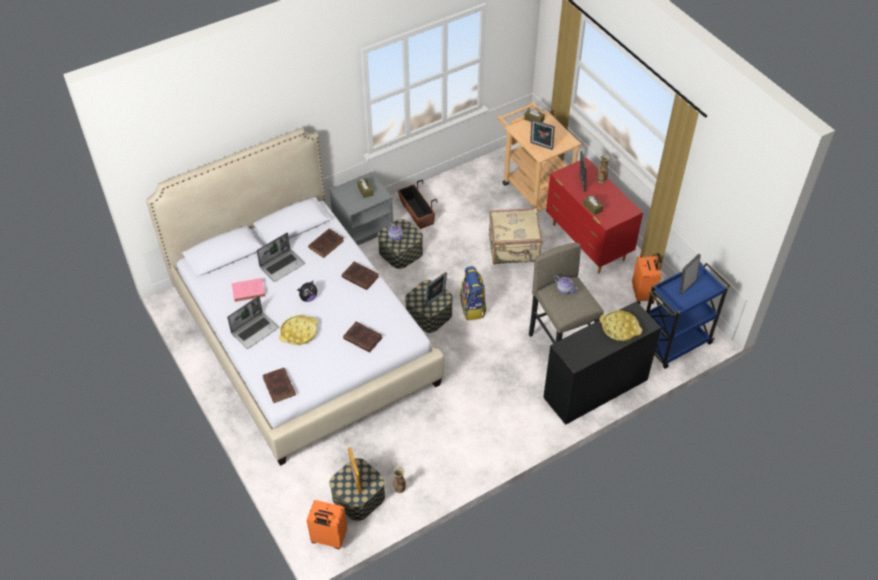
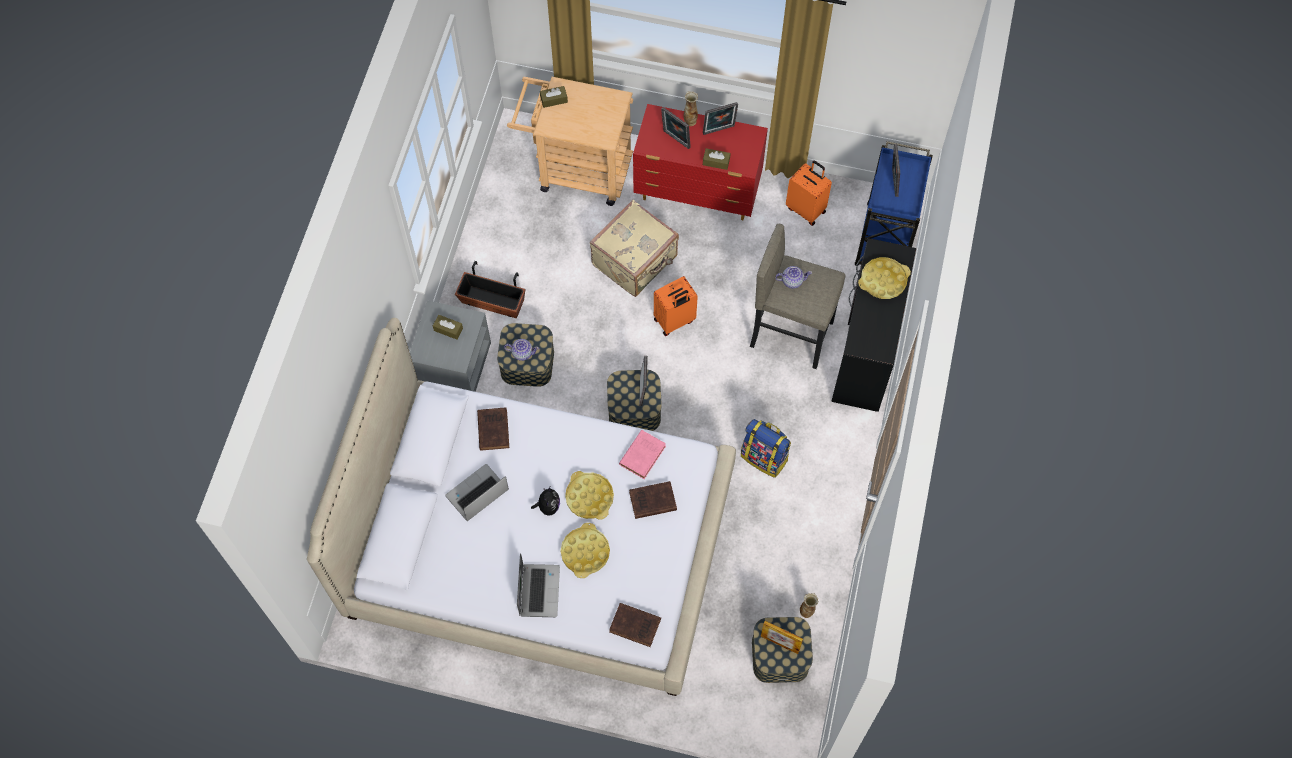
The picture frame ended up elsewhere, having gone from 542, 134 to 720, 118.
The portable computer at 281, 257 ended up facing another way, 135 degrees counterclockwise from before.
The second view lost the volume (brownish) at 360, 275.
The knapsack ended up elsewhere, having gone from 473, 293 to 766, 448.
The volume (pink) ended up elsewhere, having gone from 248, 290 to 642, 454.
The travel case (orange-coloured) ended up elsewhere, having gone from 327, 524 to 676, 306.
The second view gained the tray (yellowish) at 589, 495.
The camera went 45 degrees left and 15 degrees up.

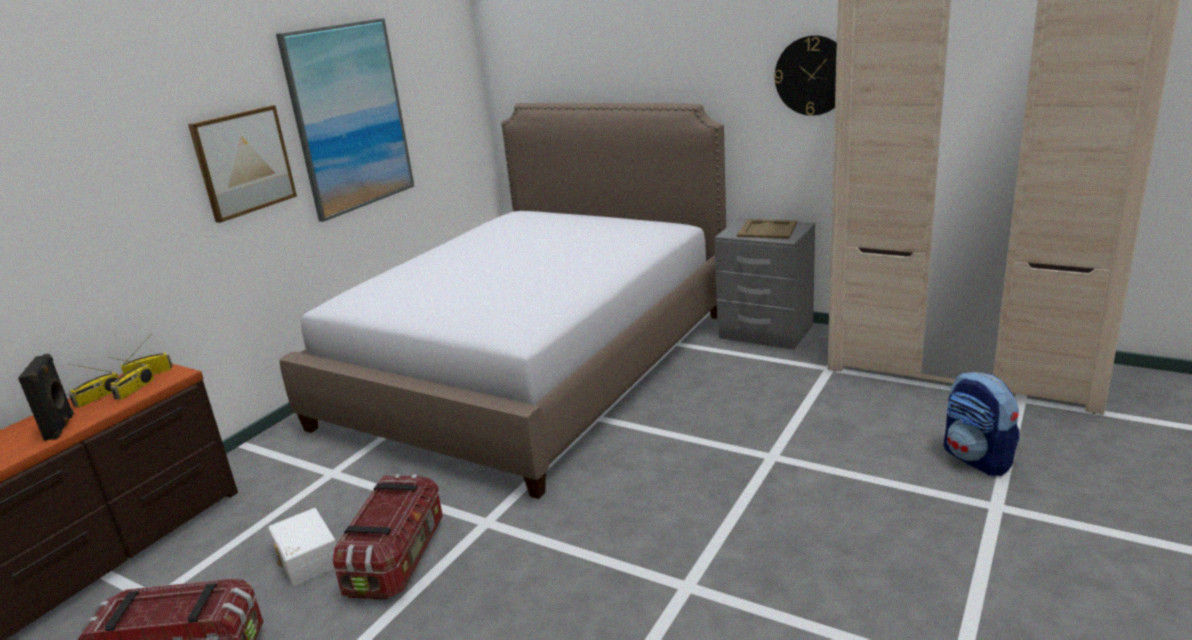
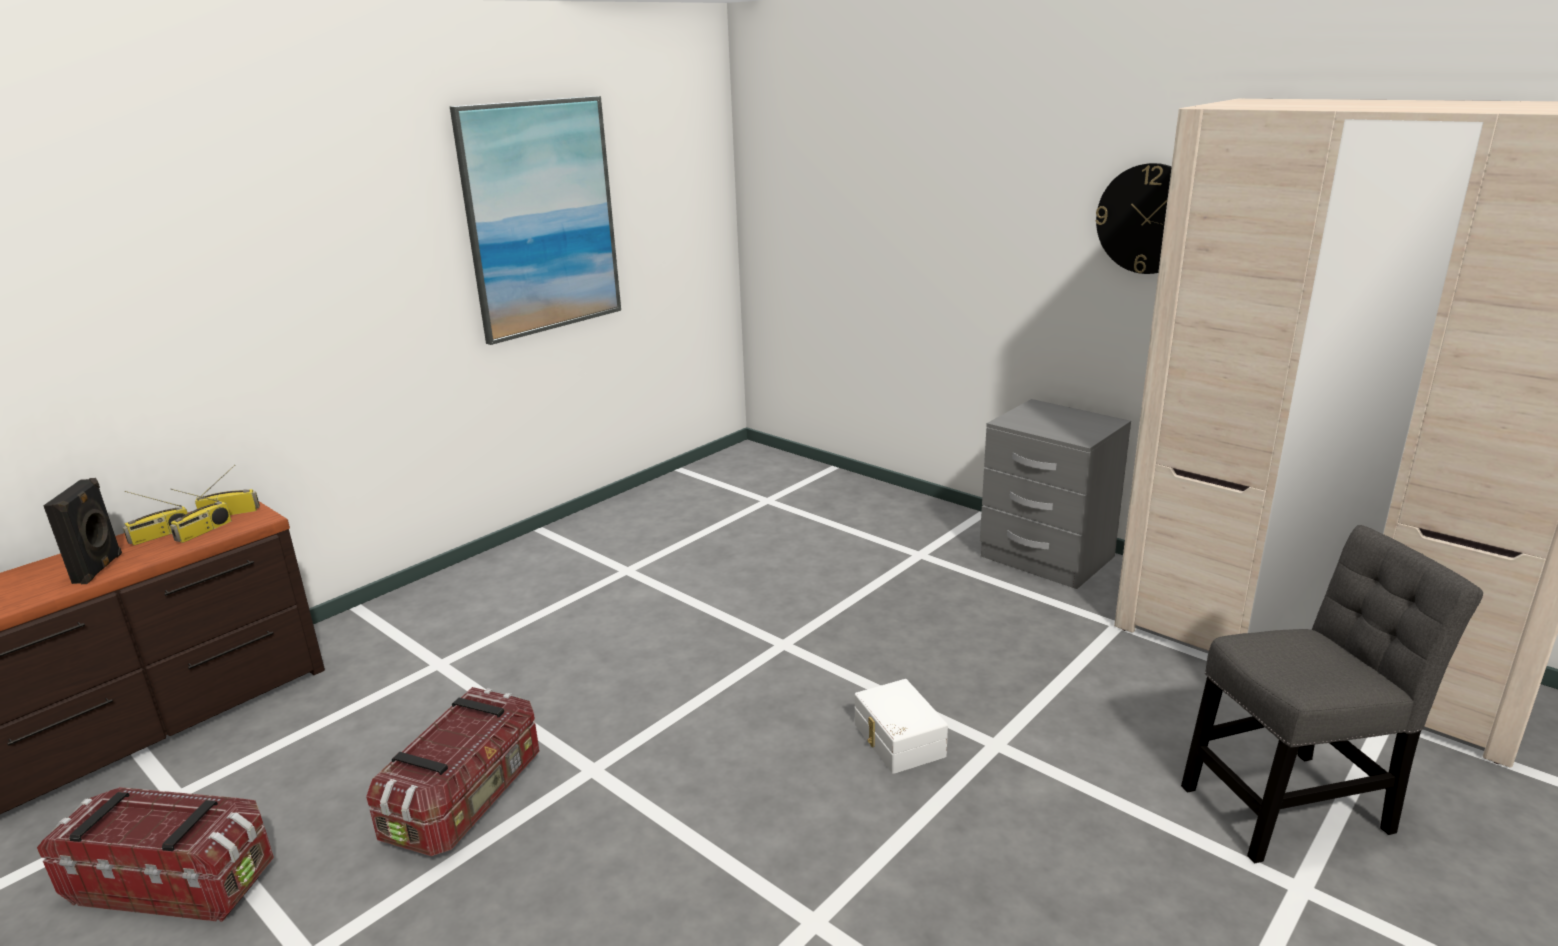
The second view lost the bedroom bed at 502, 301.
The second view lost the picture at 242, 164.
The second view lost the tray (beige-coloured) at 767, 229.
Where the knapsack stood at 982, 424, the chair (greyish) came to stand at 1332, 694.
The storage container (white) ended up elsewhere, having gone from 302, 547 to 901, 726.
The camera went 10 degrees right and 0 degrees up.

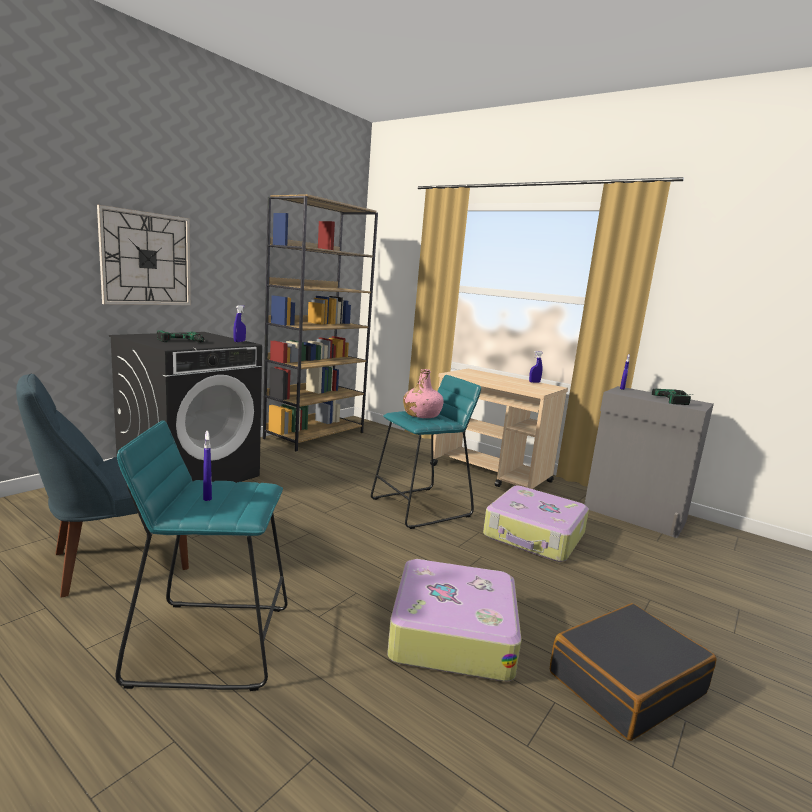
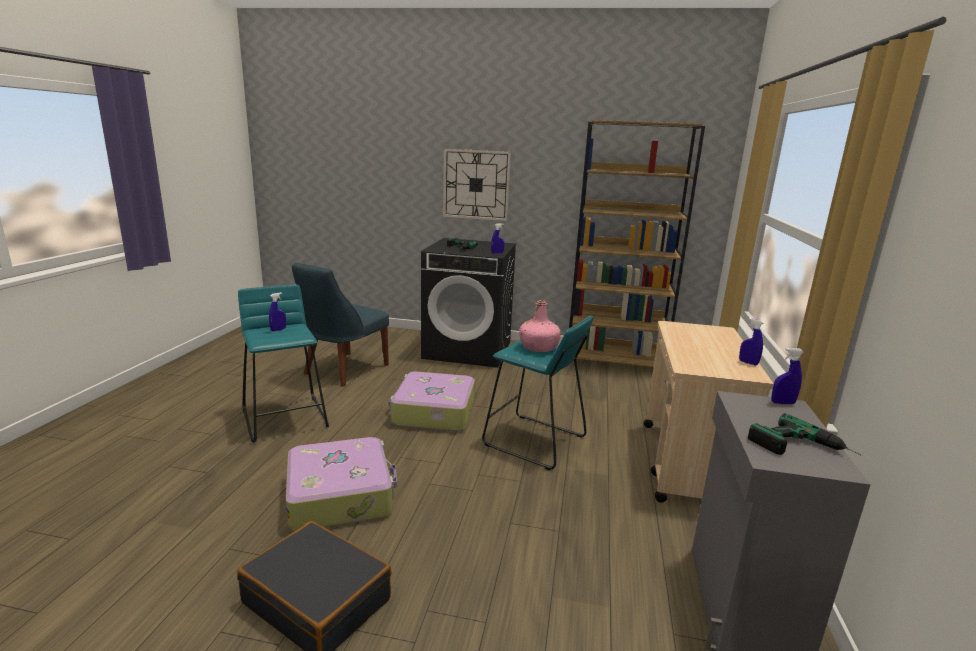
The chair (blue-coloured) at 102, 485 ended up facing another way, 90 degrees counterclockwise from before.
The travel case ended up elsewhere, having gone from 536, 524 to 432, 401.
The camera went 65 degrees right and 5 degrees up.

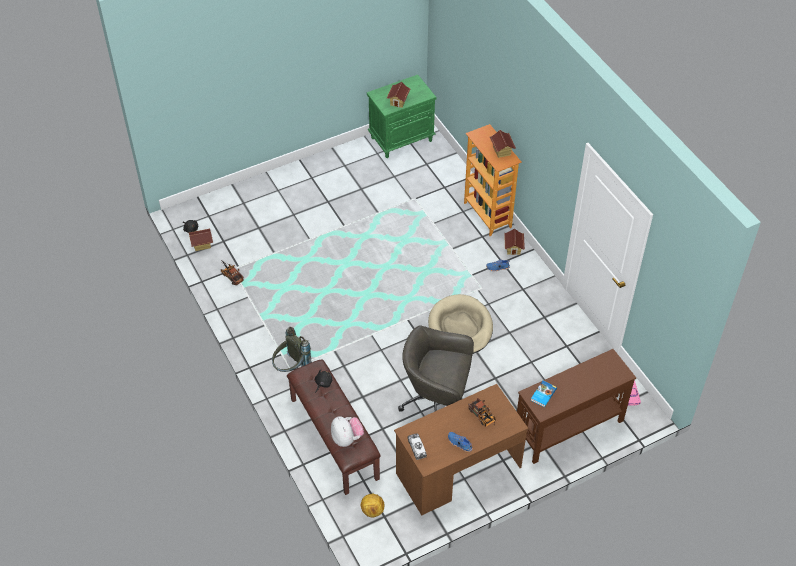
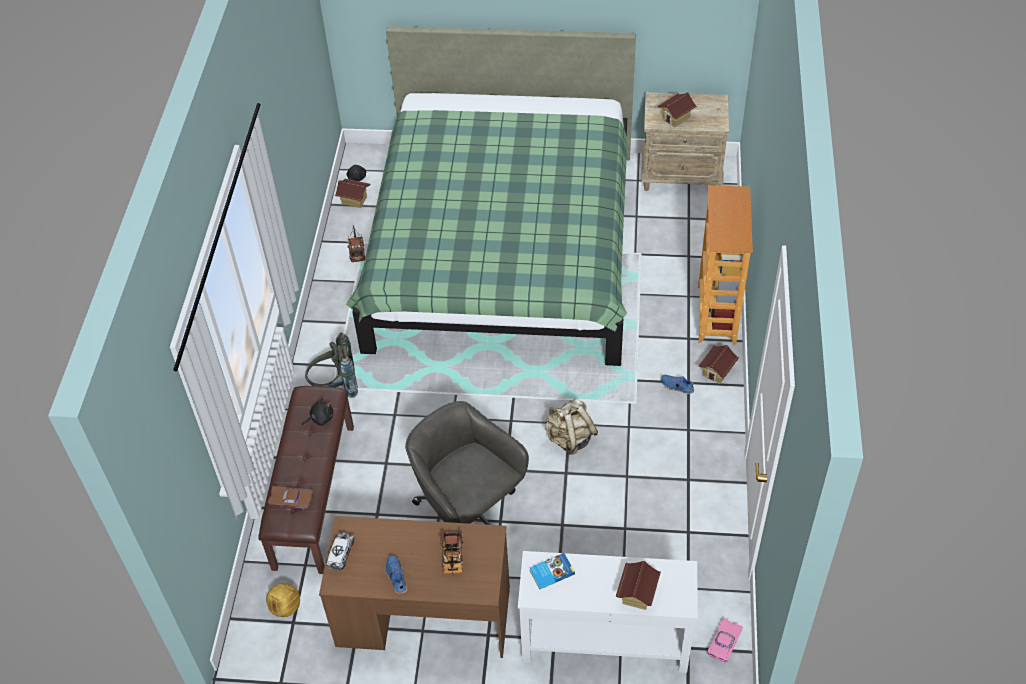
What was the night table (green) at 401, 116 turned into the night table (beige-coloured) at 685, 141.
The model house ended up elsewhere, having gone from 503, 144 to 638, 585.
Where the pet bed (beige-coloured) stood at 460, 324, the knapsack (beige-coloured) came to stand at 571, 426.
What was the narrow table (brownish) at 576, 406 turned into the narrow table (white) at 608, 612.
Where the plush toy stood at 347, 431, the model car (brownish) came to stand at 290, 498.
The second view gained the bedroom bed (green) at 491, 196.
The camera went 35 degrees right and 0 degrees up.

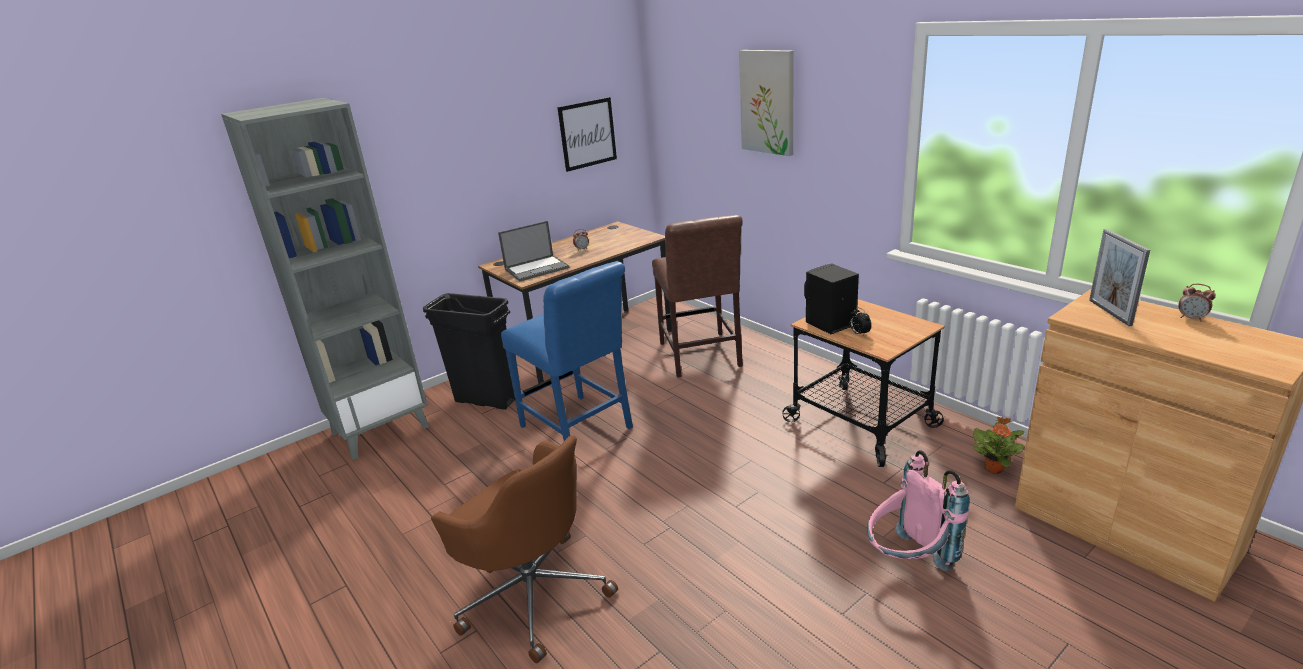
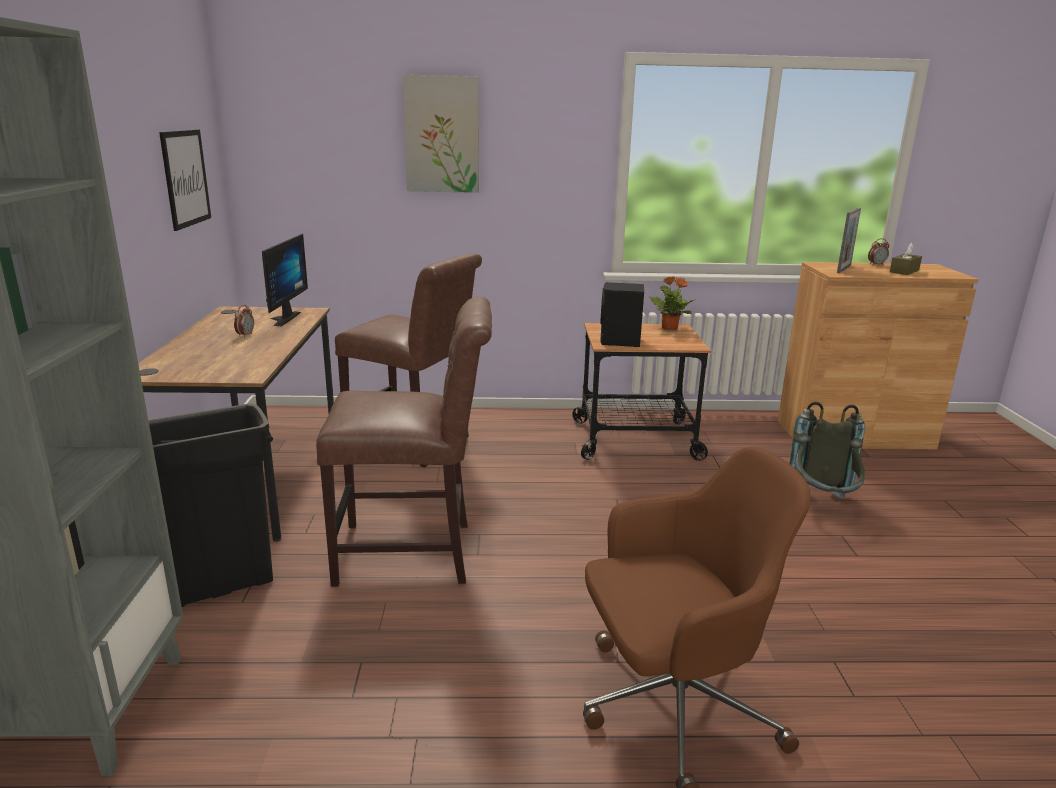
The second view lost the portable computer at 534, 251.
The picture frame at 1119, 277 ended up facing another way, 90 degrees counterclockwise from before.
What was the chair (blue-coloured) at 567, 351 turned into the chair (brownish) at 404, 442.
The second view lost the alarm clock at 860, 321.
The houseplant ended up elsewhere, having gone from 999, 445 to 672, 303.
What was the knapsack (pink) at 918, 510 turned into the knapsack (greyish) at 827, 450.
The second view gained the computer display at 285, 280.
The second view gained the tissue holder (brownish) at 906, 259.
The camera went 55 degrees left and 5 degrees down.

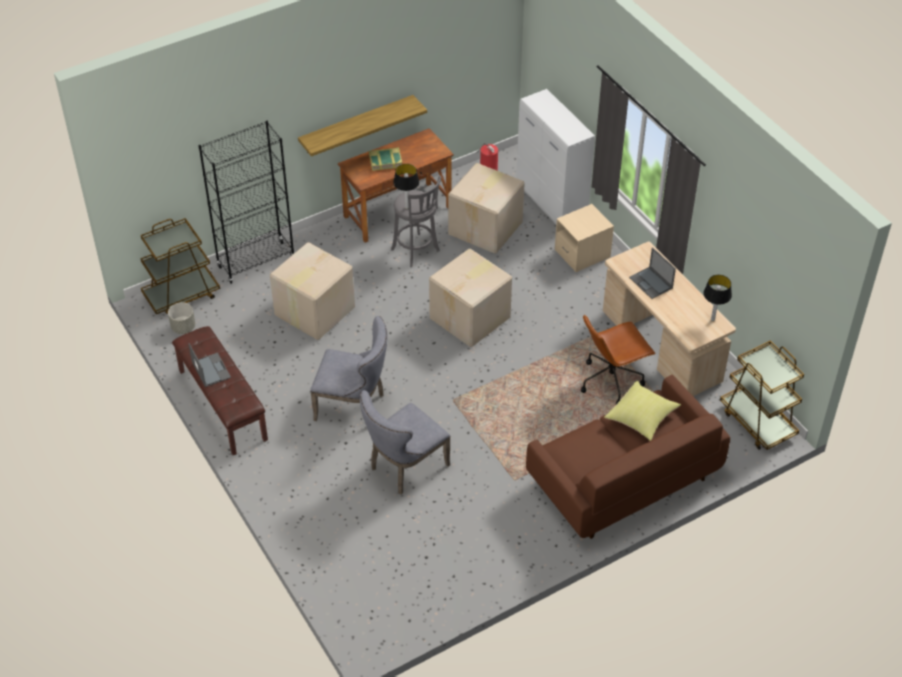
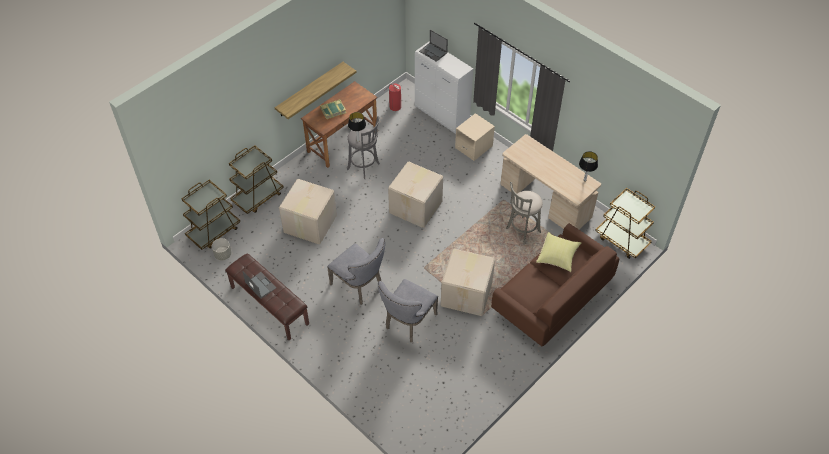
Where the shelving unit (black-coloured) stood at 246, 202, the wheeled cart (brownish) came to stand at 256, 180.
The carton ended up elsewhere, having gone from 486, 208 to 468, 282.
The portable computer ended up elsewhere, having gone from 652, 273 to 433, 45.
Where the office chair (brownish) stood at 618, 360, the stool (greyish) came to stand at 524, 213.
The chair (greyish) at 349, 368 ended up facing another way, 45 degrees clockwise from before.
The camera went 15 degrees left and 5 degrees up.

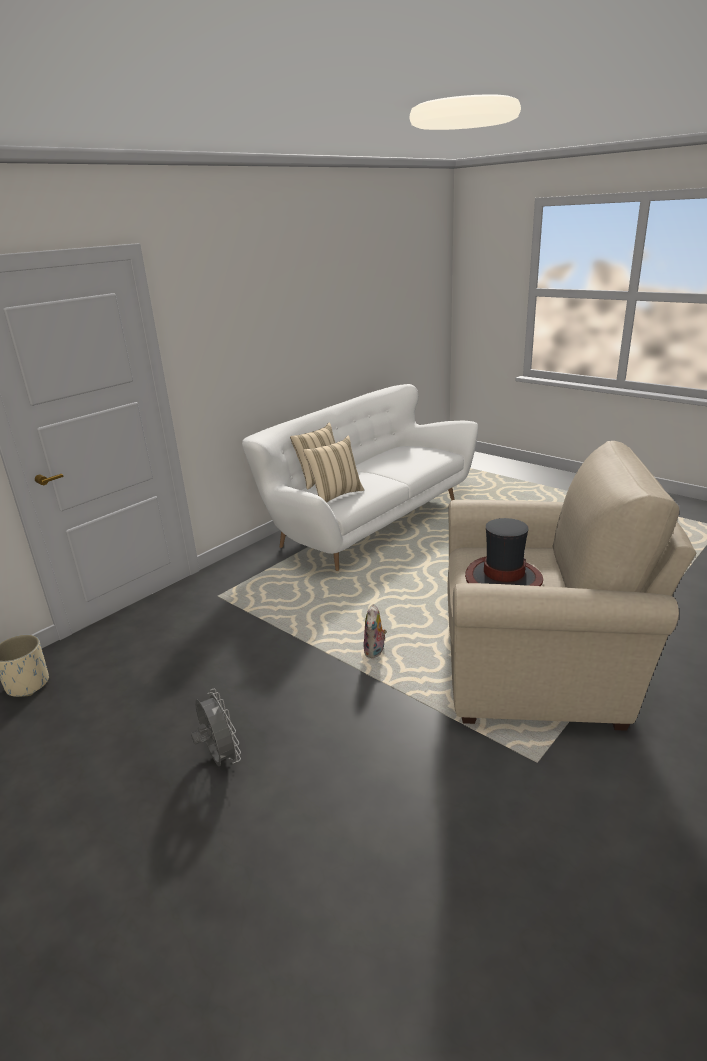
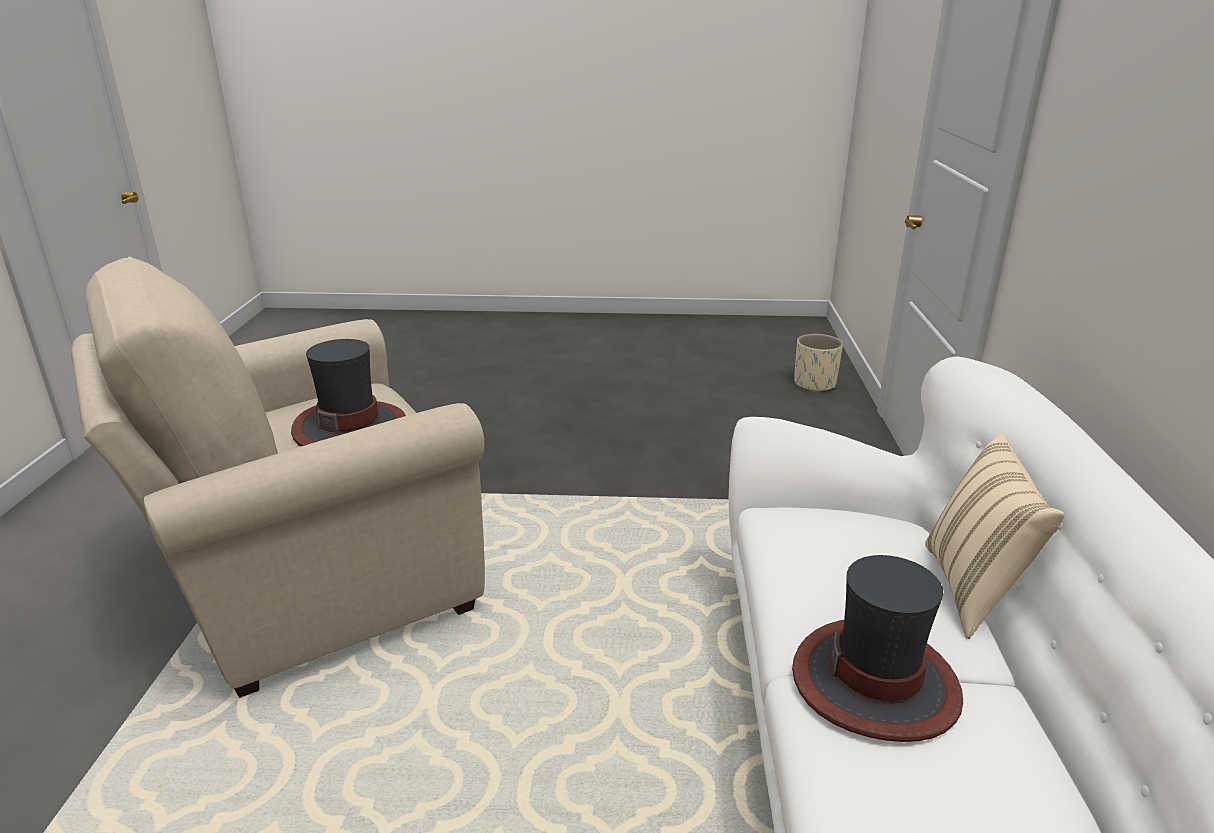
The second view lost the pillow (beige-coloured) at 333, 469.
The second view lost the plush toy at 375, 631.
The second view lost the cooling fan (greyish) at 216, 727.
The second view gained the clothing hat at 877, 648.
The camera went 140 degrees right and 0 degrees up.

